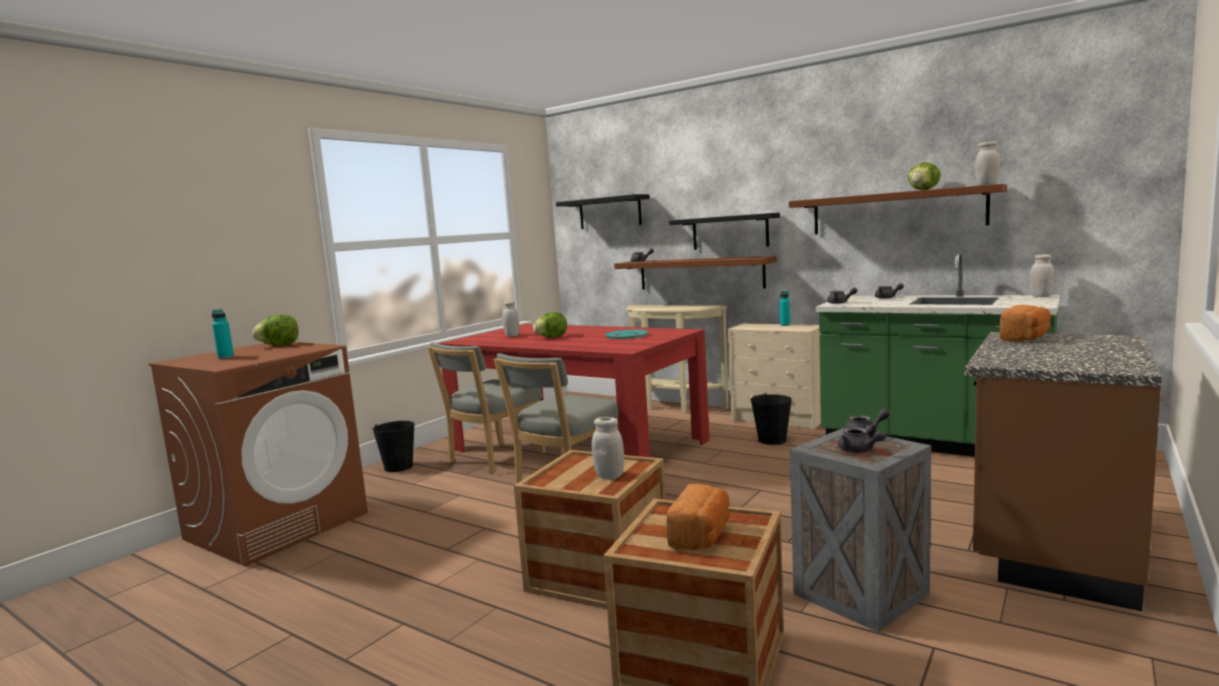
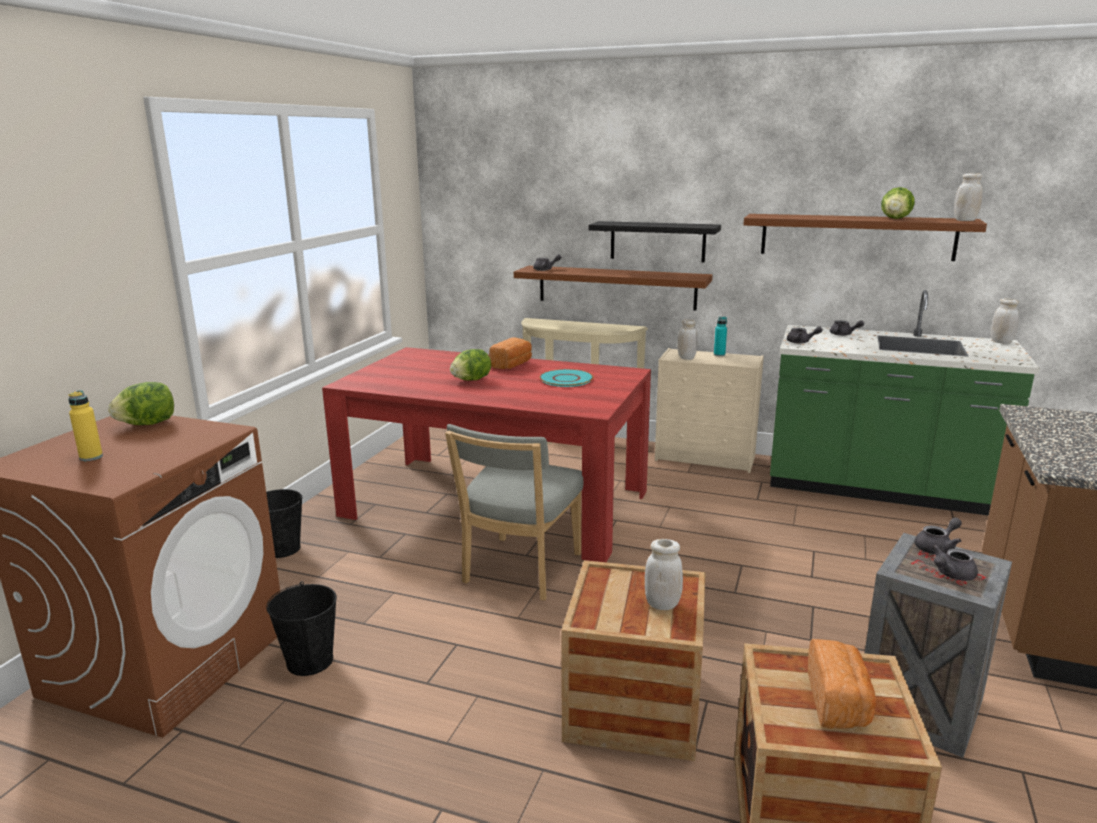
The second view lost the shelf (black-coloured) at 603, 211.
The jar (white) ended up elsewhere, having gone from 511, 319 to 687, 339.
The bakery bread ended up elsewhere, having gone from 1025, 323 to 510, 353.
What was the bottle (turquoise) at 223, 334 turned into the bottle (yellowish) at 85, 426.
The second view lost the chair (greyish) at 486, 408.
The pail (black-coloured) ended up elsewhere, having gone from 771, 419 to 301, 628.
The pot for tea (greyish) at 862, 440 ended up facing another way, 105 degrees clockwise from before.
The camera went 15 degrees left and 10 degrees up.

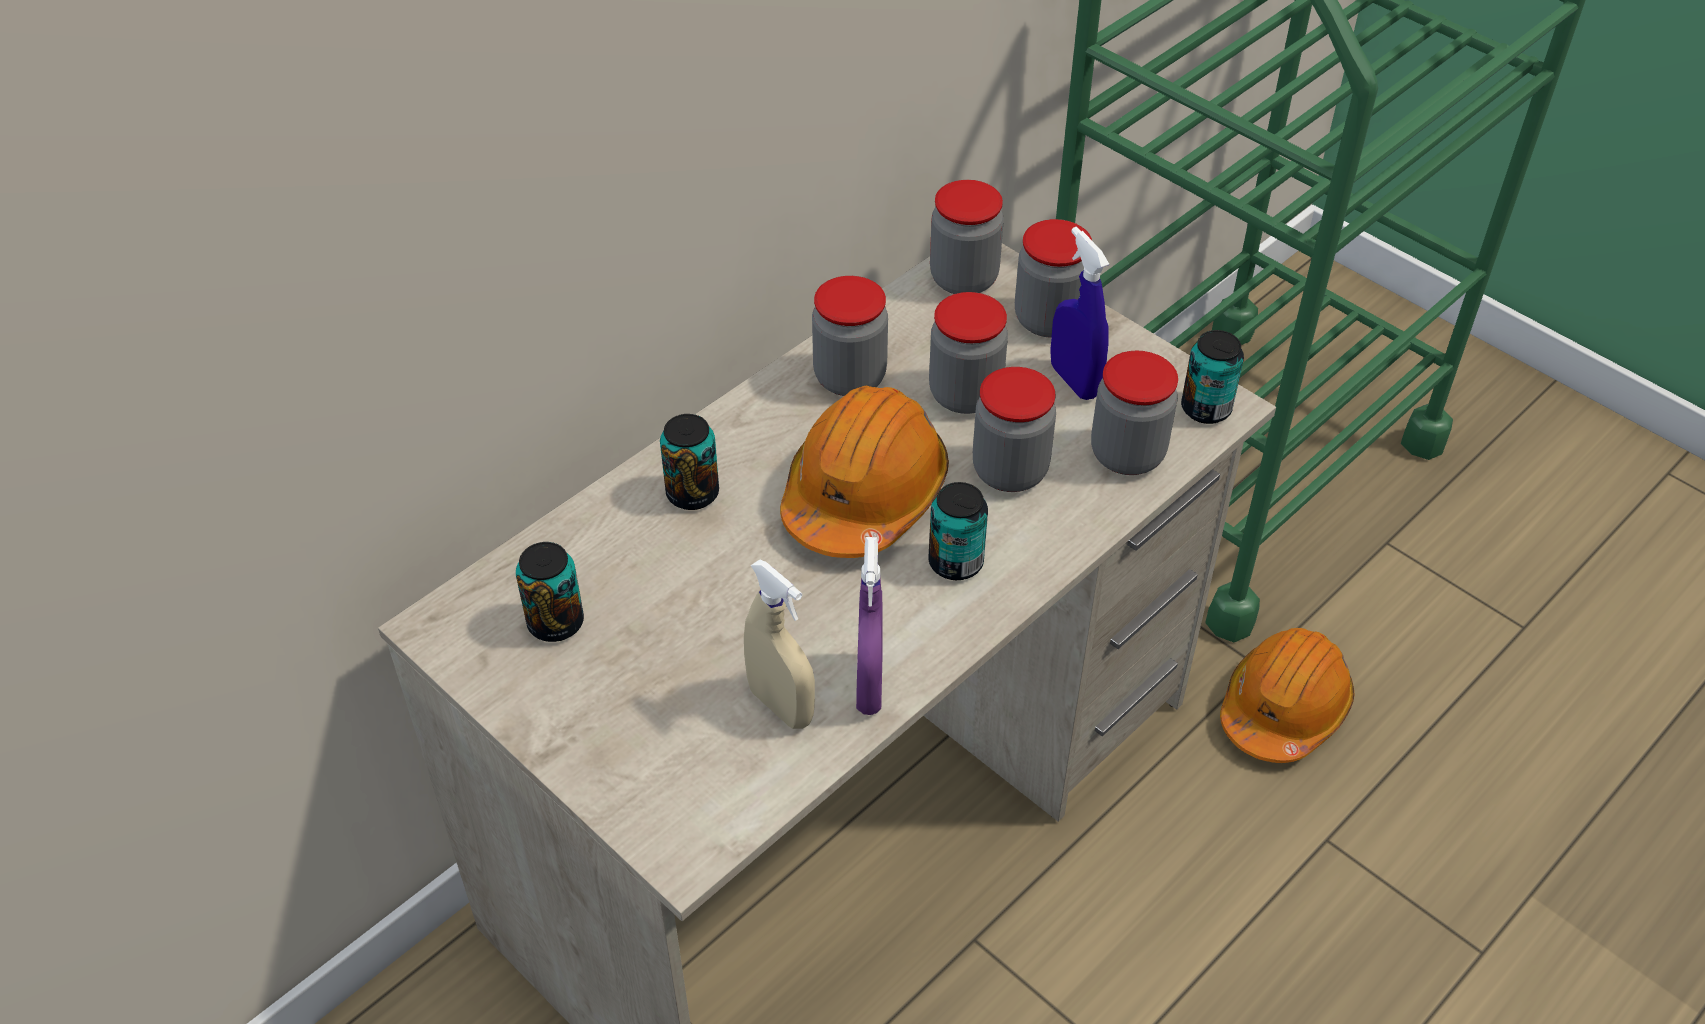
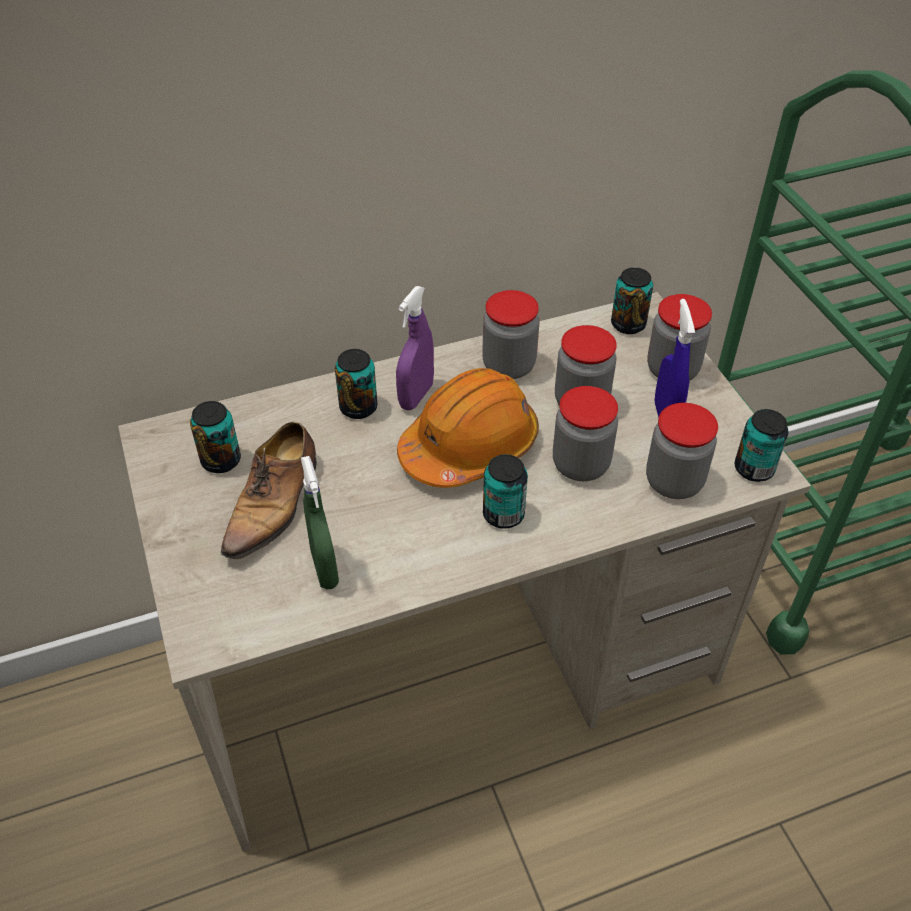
Where the jar stood at 967, 237, the can came to stand at 632, 300.
The sprayer (purplish) ended up elsewhere, having gone from 869, 626 to 415, 348.
What was the sprayer (beige-coloured) at 779, 644 turned into the sprayer (green) at 320, 523.
The second view lost the hard hat (orange-coloured) at 1287, 695.
The second view gained the low shoe at 269, 490.
The camera went 25 degrees right and 0 degrees up.

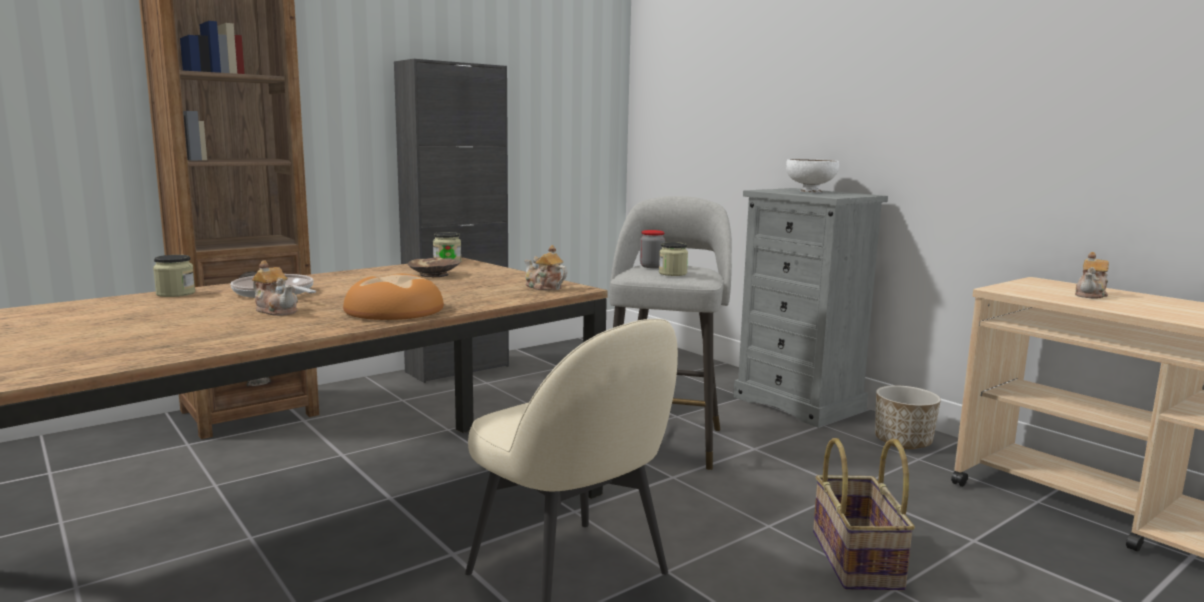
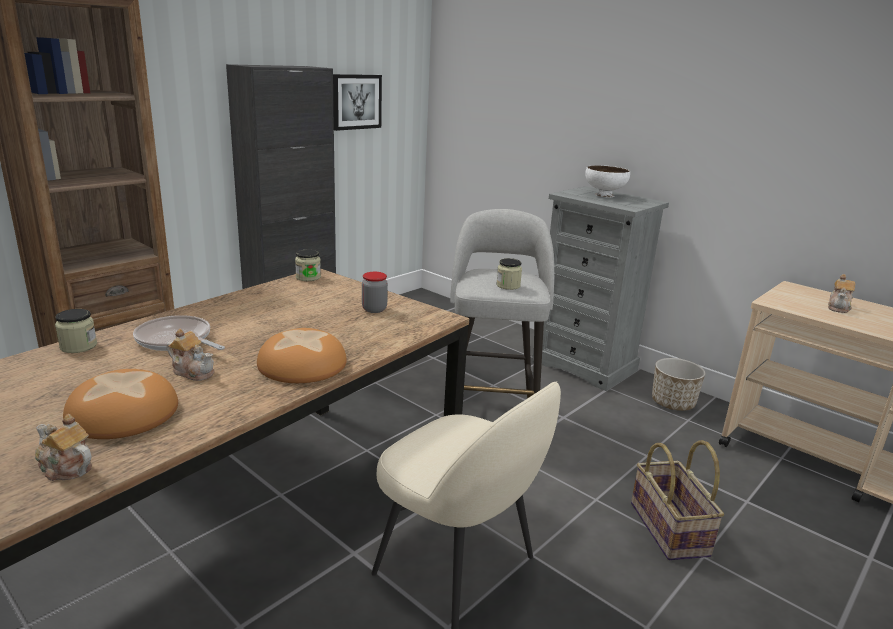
The jar ended up elsewhere, having gone from 652, 249 to 375, 292.
The pot for tea ended up elsewhere, having gone from 546, 267 to 63, 447.
The second view lost the deep dish (brownish) at 434, 267.
The second view gained the picture at 357, 102.
The second view gained the bakery bread at 120, 404.
The camera went 10 degrees left and 10 degrees up.

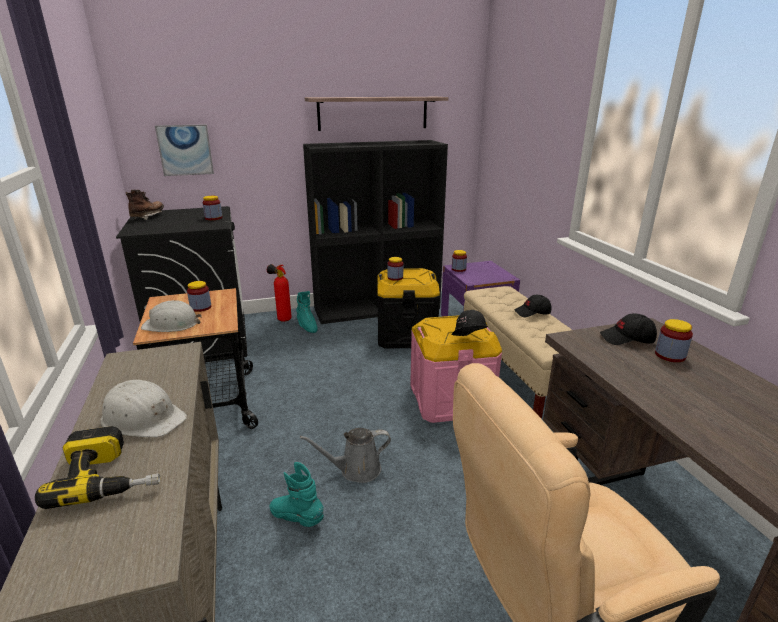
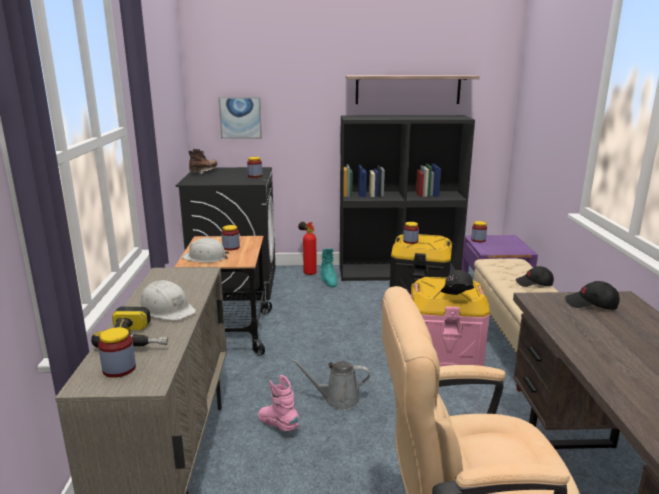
The jar ended up elsewhere, having gone from 674, 340 to 117, 352.
What was the high-top boot (turquoise) at 297, 494 turned into the high-top boot (pink) at 278, 403.
The camera went 15 degrees right and 5 degrees down.

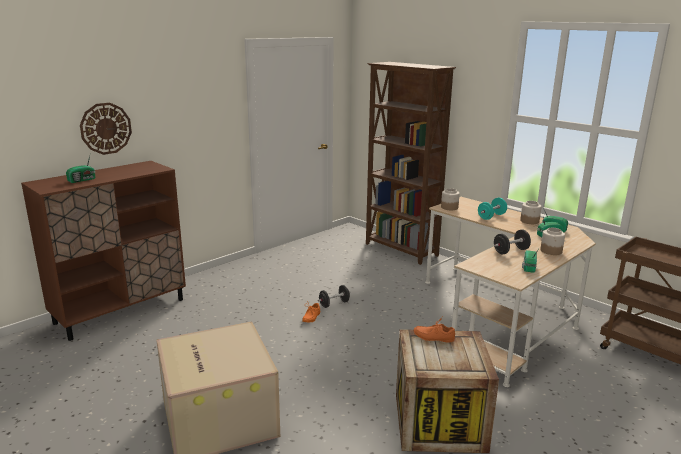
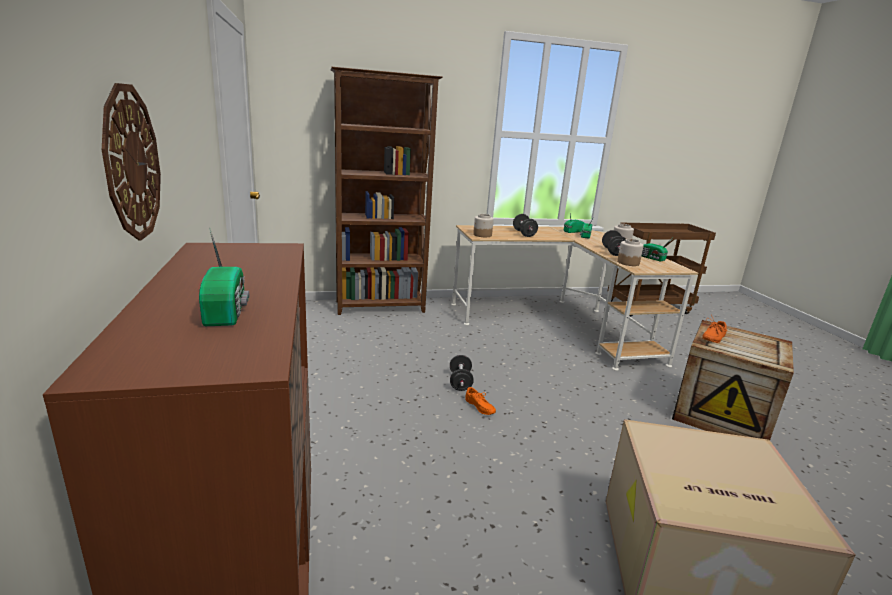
What was the dumbbell (turquoise) at 492, 209 turned into the dumbbell (black-coloured) at 525, 225.
The jar ended up elsewhere, having gone from 531, 212 to 630, 252.
The camera went 60 degrees left and 0 degrees up.

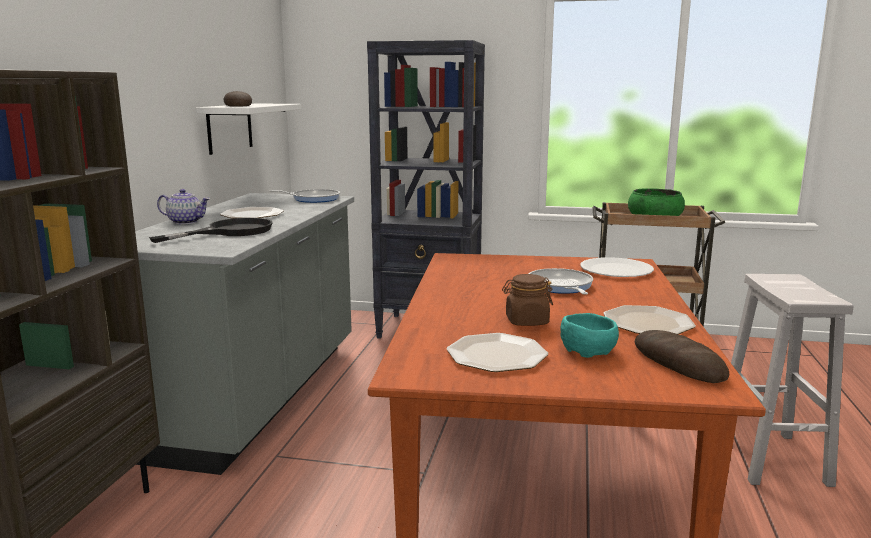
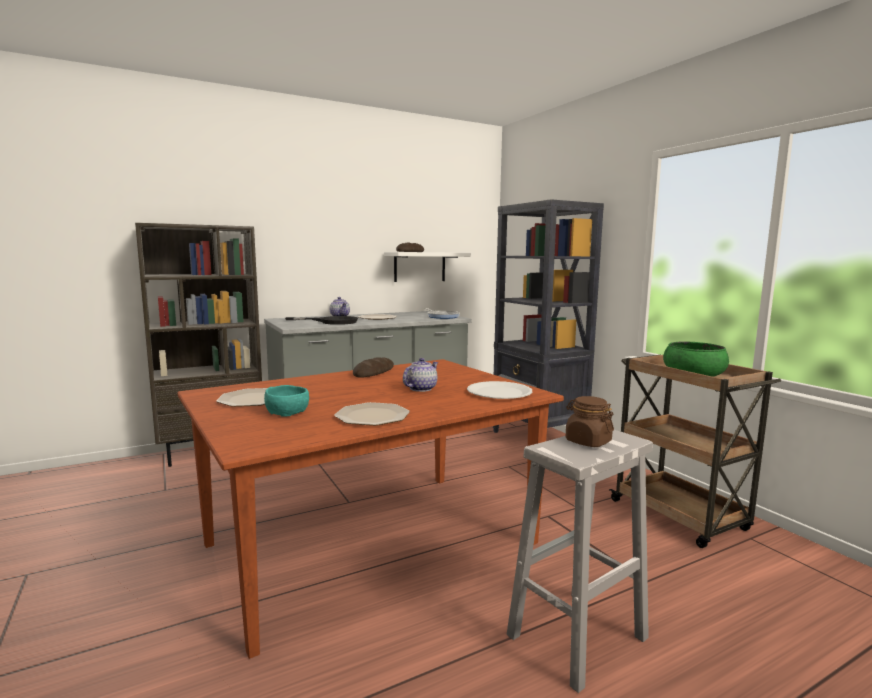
Where the pan stood at 561, 281, the pot for tea came to stand at 420, 375.
The jar (brownish) ended up elsewhere, having gone from 527, 300 to 590, 421.
The bakery bread ended up elsewhere, having gone from 682, 356 to 373, 367.
The camera went 50 degrees right and 5 degrees down.

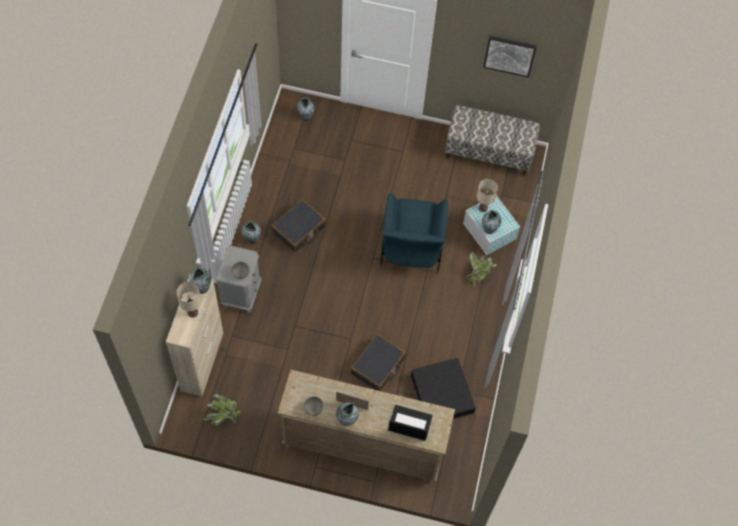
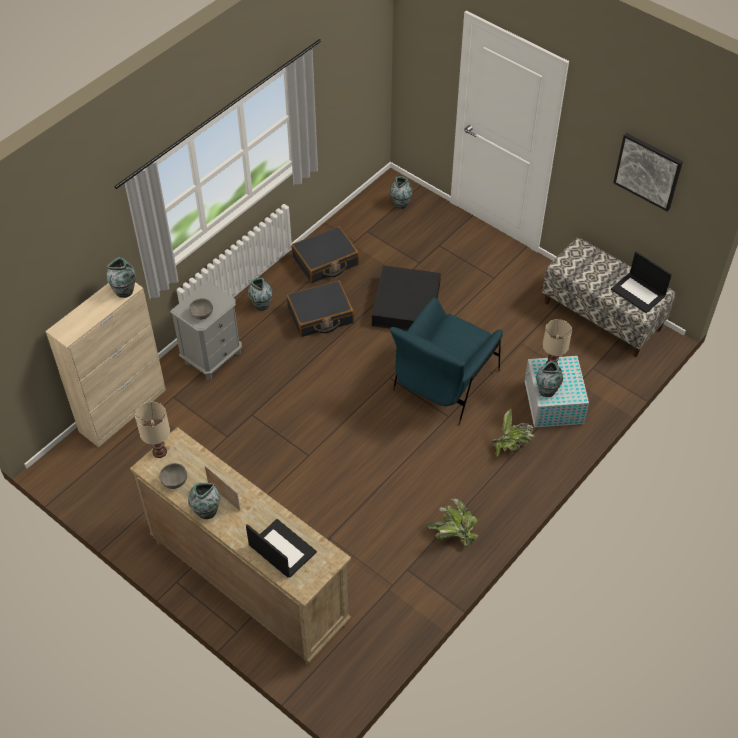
The tabletop lamp (beige-coloured) ended up elsewhere, having gone from 189, 300 to 152, 430.
The travel case (black-coloured) ended up elsewhere, having gone from 378, 362 to 325, 254.
The storage container (black-coloured) ended up elsewhere, having gone from 443, 388 to 406, 298.
The houseplant ended up elsewhere, having gone from 221, 410 to 452, 523.
The second view gained the portable computer at 641, 282.
The camera went 30 degrees right and 10 degrees down.

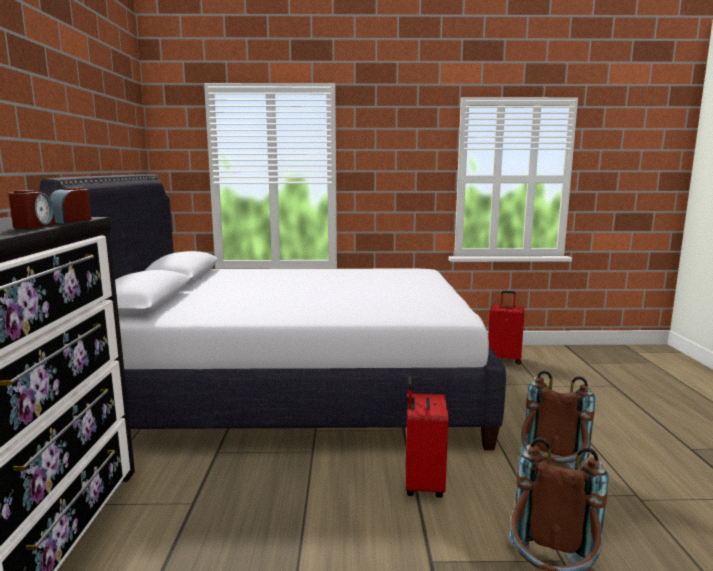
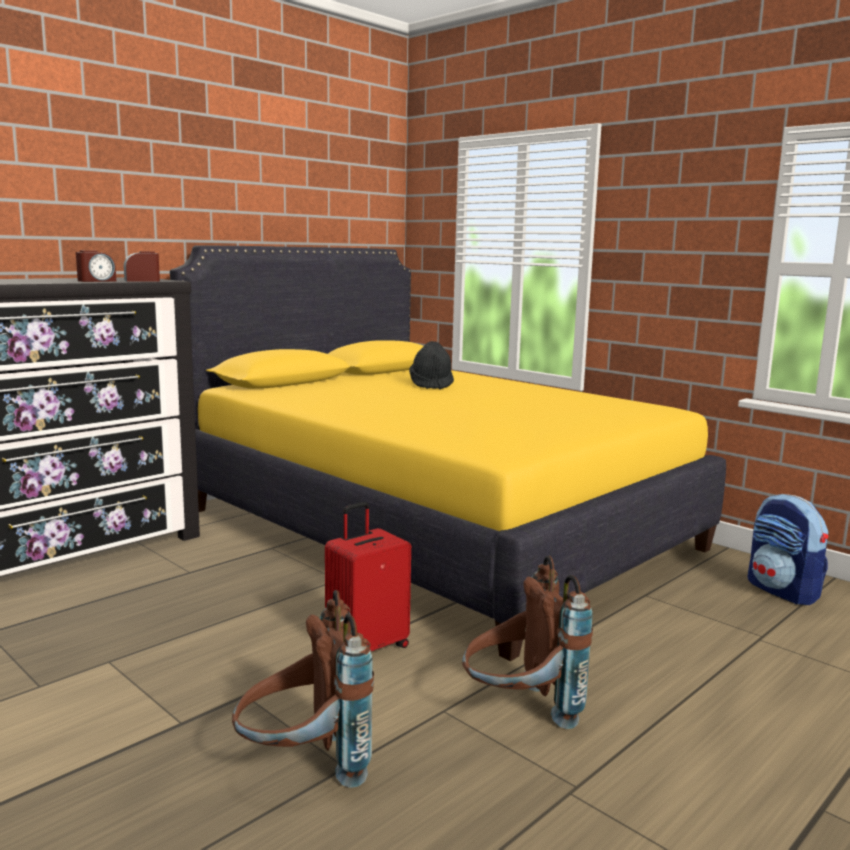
What was the bedroom bed (white) at 272, 312 turned into the bedroom bed (yellowish) at 448, 453.
Where the travel case (reddish) stood at 506, 328, the knapsack came to stand at 788, 549.
The second view gained the clothing hat (black-coloured) at 431, 365.
The camera went 45 degrees right and 0 degrees up.

